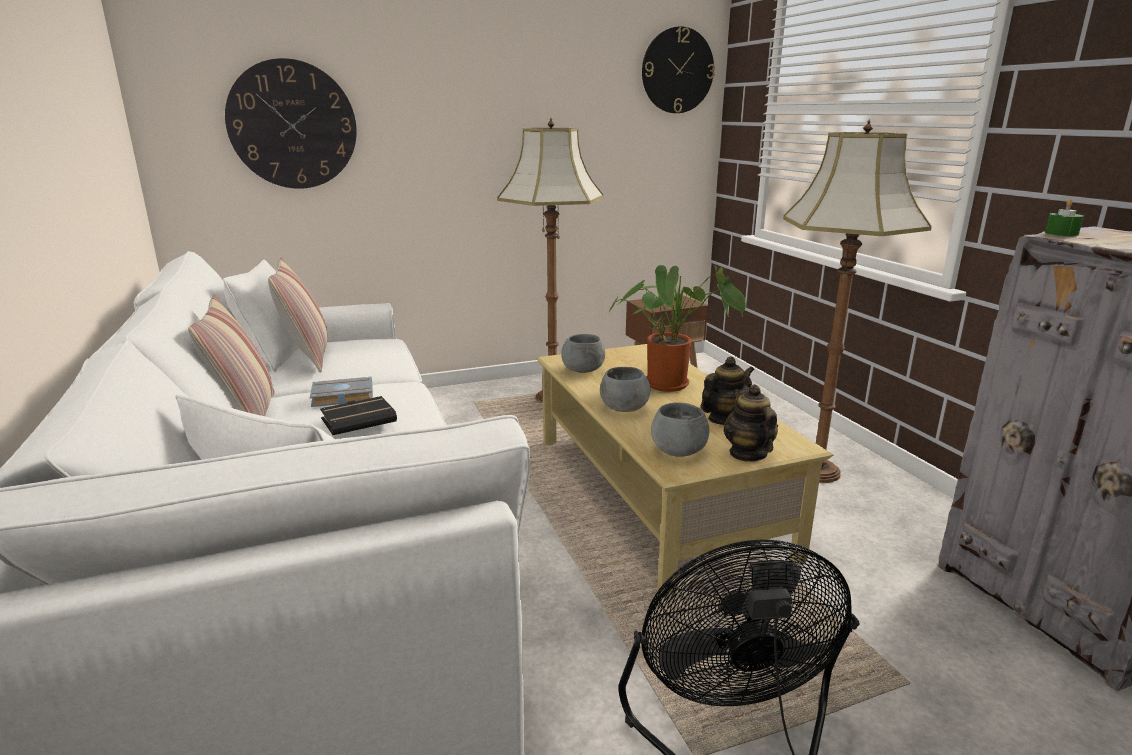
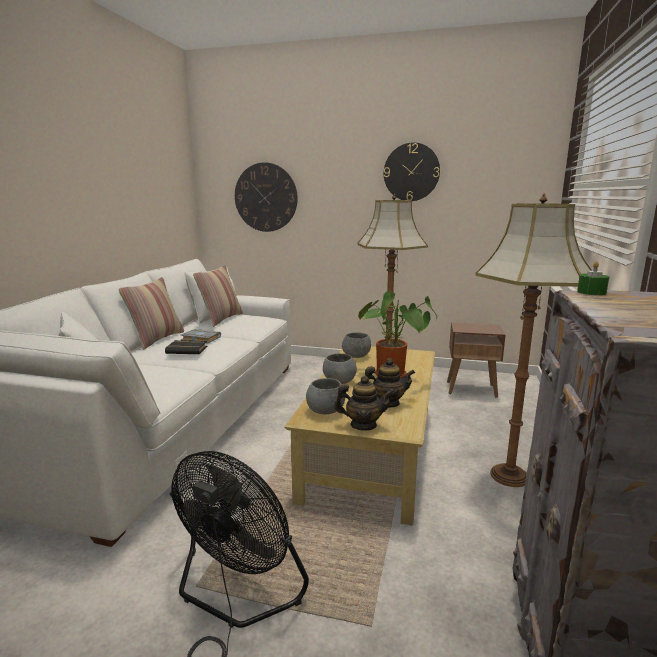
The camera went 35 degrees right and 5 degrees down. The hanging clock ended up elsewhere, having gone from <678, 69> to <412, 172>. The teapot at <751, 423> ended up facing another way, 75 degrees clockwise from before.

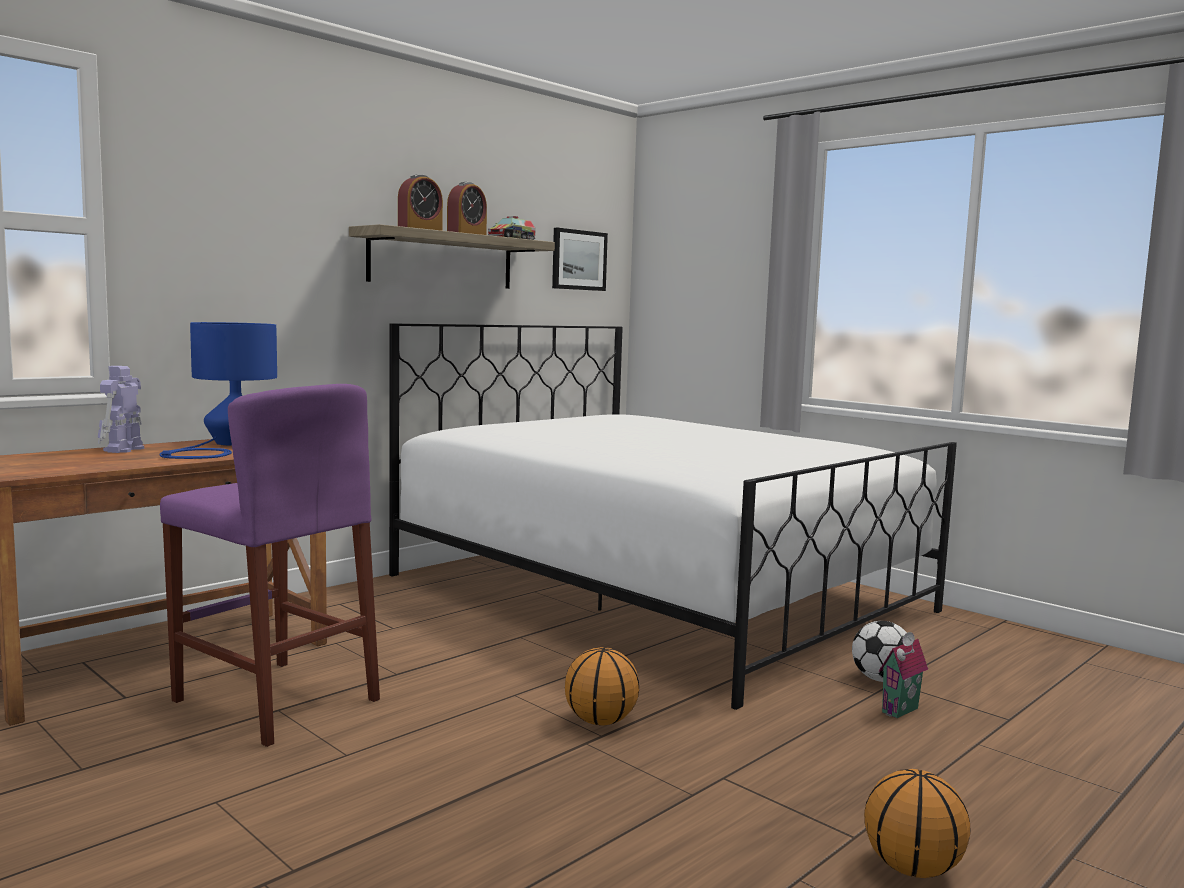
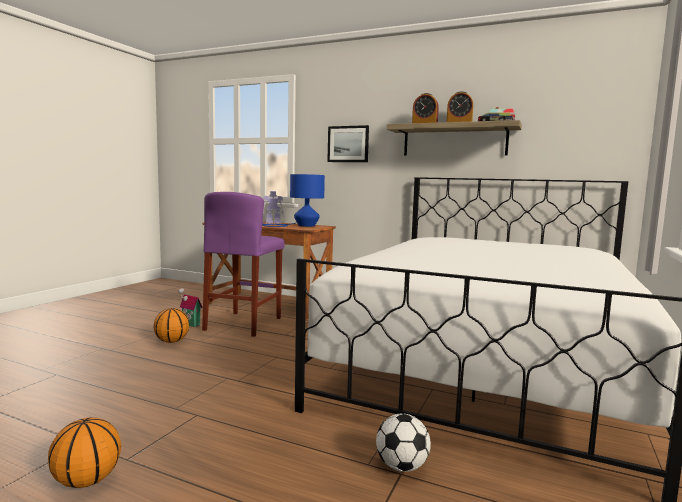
The camera went 70 degrees right and 0 degrees up. The wall art ended up elsewhere, having gone from <580, 259> to <348, 143>. The ball for basketball ended up elsewhere, having gone from <602, 686> to <171, 325>. The miniature house ended up elsewhere, having gone from <903, 675> to <190, 307>.

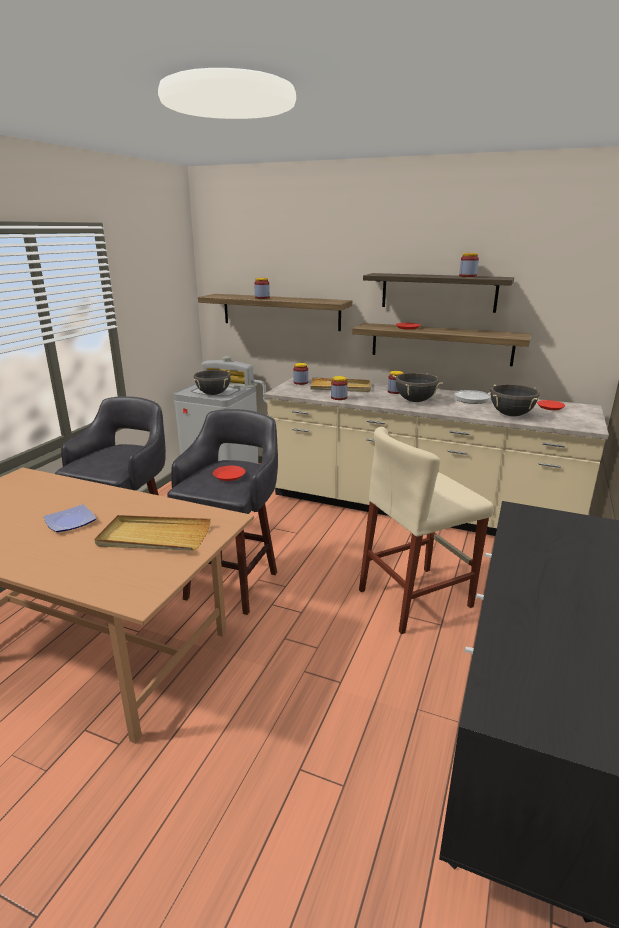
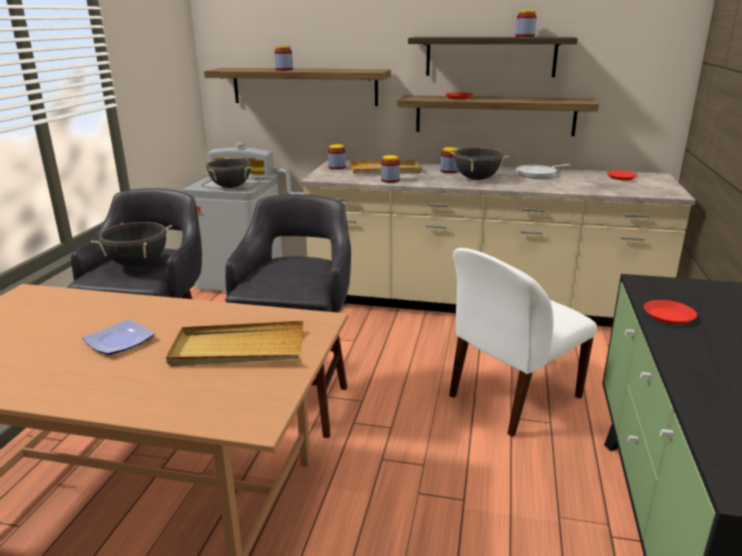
The camera went 10 degrees left and 0 degrees up. The reddish flat dish ended up elsewhere, having gone from <229, 473> to <670, 312>. The blackish stockpot ended up elsewhere, having gone from <515, 400> to <131, 244>. Where the beige-coloured sitting stool stood at <426, 530>, the whitish chair came to stand at <523, 342>.

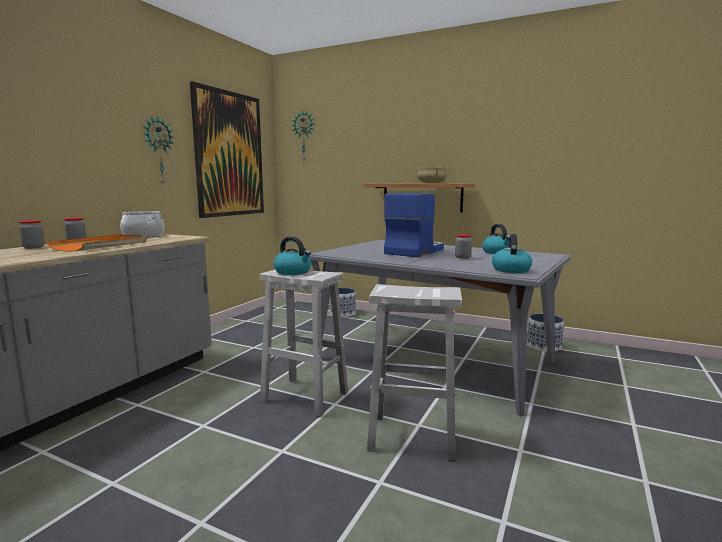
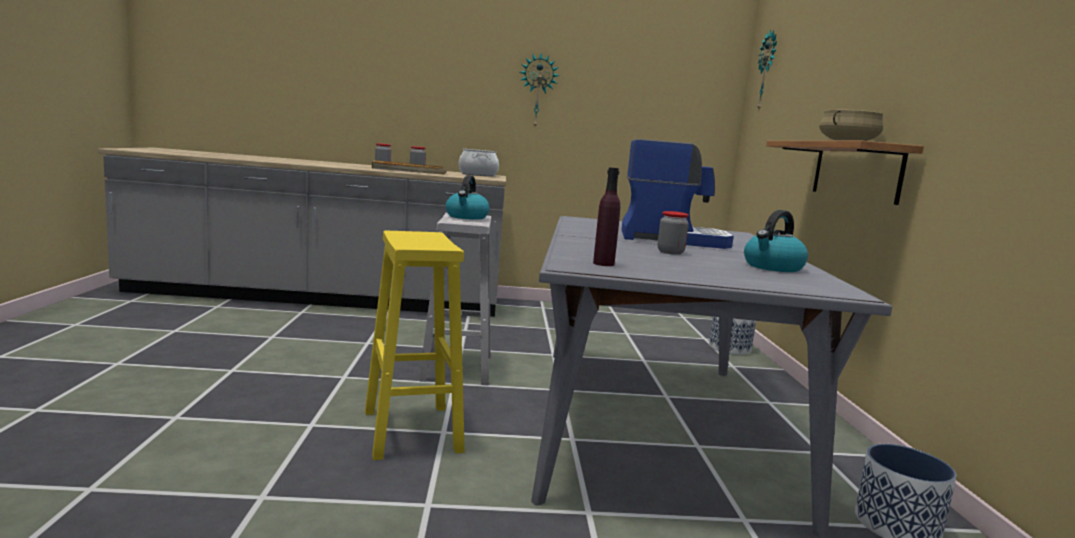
The camera went 60 degrees right and 0 degrees up. The second view lost the wall art at <227, 149>. Where the kettle stood at <512, 253>, the purple-coloured bottle came to stand at <606, 216>. What was the orange-coloured carrying tray at <96, 242> turned into the beige-coloured carrying tray at <409, 167>. What was the whitish sitting stool at <414, 372> turned into the yellow sitting stool at <415, 345>.

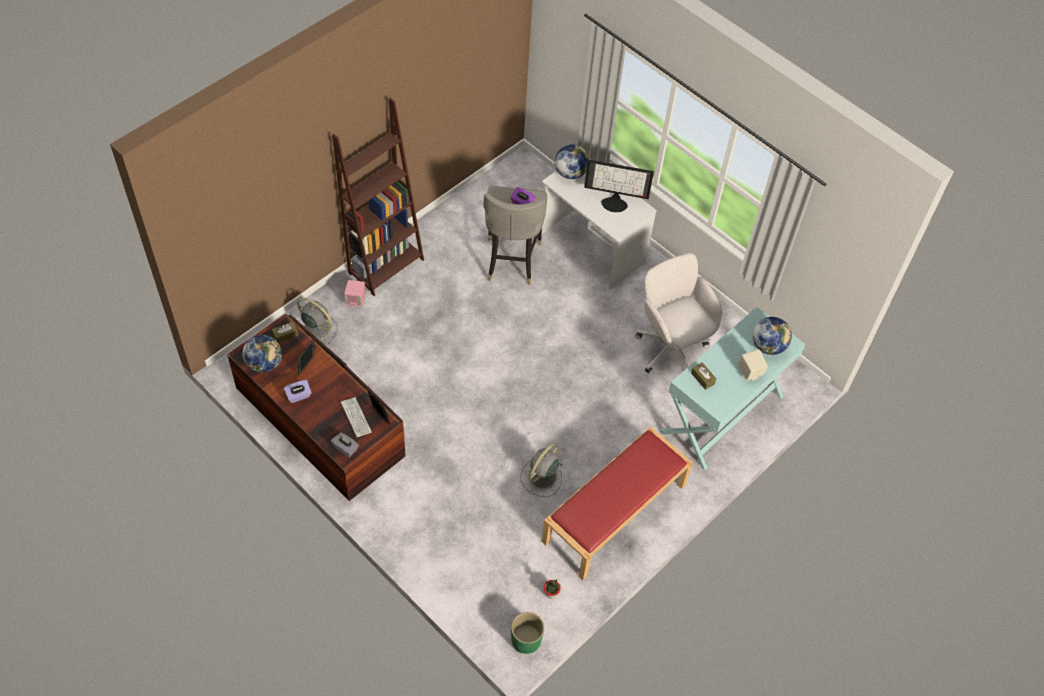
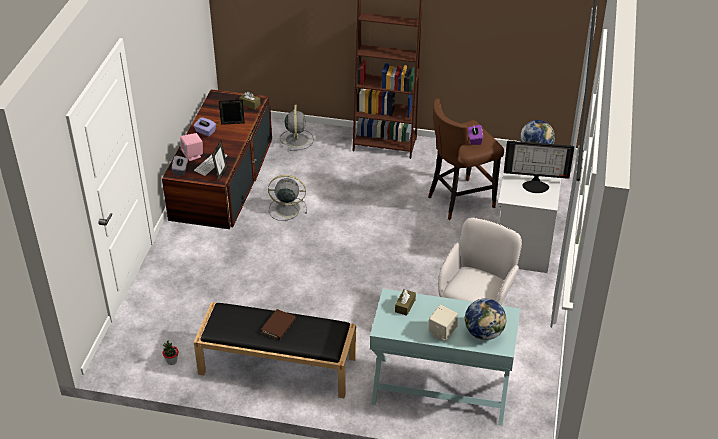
The camera went 60 degrees right and 15 degrees down. The second view lost the desk globe at <262, 354>. The second view lost the green plant pot at <527, 633>. The second view gained the brownish bound book at <278, 324>. The pink-coloured audio speaker ended up elsewhere, having gone from <355, 293> to <191, 147>. The grey electric fan ended up elsewhere, having gone from <541, 470> to <287, 198>. What was the grey sitting stool at <515, 235> turned into the brownish sitting stool at <466, 159>. What was the reddish bench at <617, 503> turned into the blackish bench at <275, 350>. The computer display at <619, 185> ended up facing another way, 60 degrees counterclockwise from before.

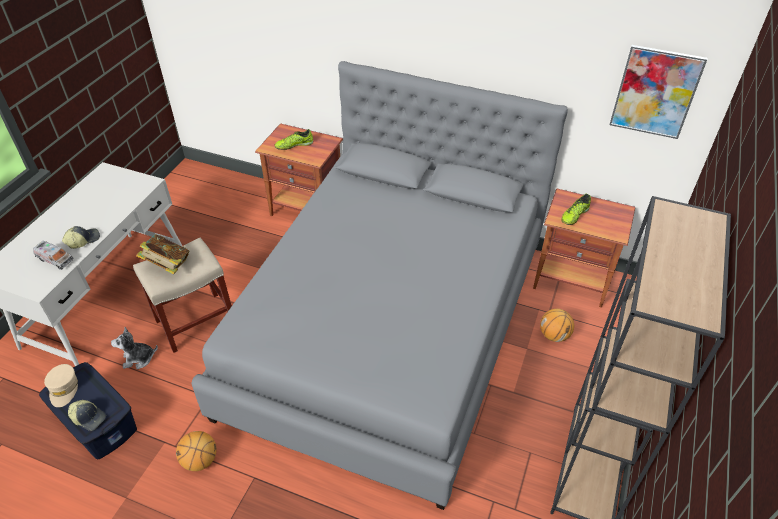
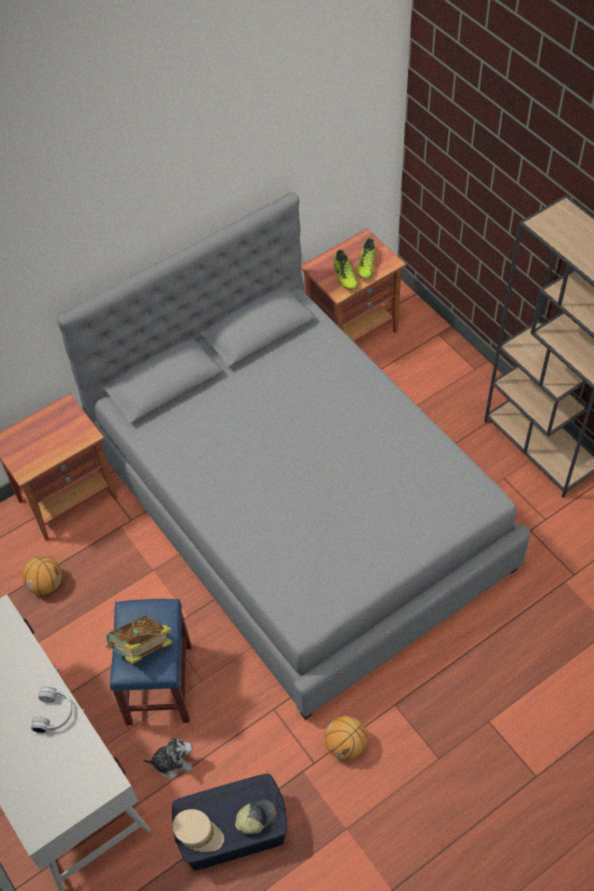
The camera went 55 degrees left and 10 degrees up. The second view lost the toy truck at <53, 255>. The second view lost the wall art at <658, 92>. The shoe ended up elsewhere, having gone from <293, 139> to <366, 258>. The ball for basketball ended up elsewhere, having gone from <557, 325> to <42, 575>. Where the baseball cap stood at <81, 237>, the whitish headphones came to stand at <51, 709>. What was the beige-coloured sitting stool at <182, 295> turned into the blue sitting stool at <150, 662>. The plush toy at <134, 348> ended up facing another way, 120 degrees counterclockwise from before.

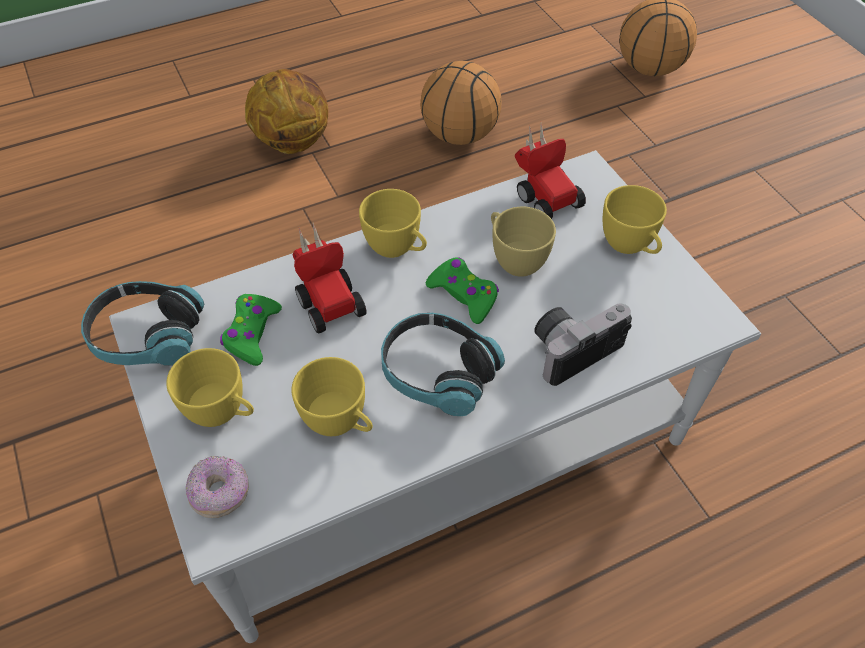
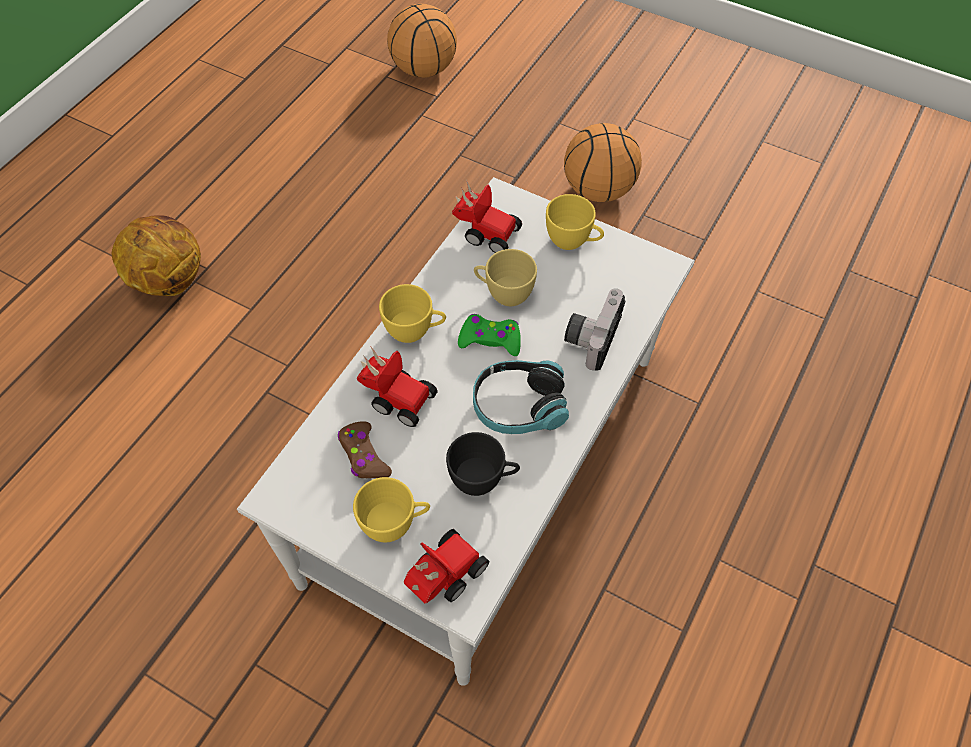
The camera went 35 degrees left and 5 degrees up. The second view lost the headphones at <142, 323>. The ball for basketball ended up elsewhere, having gone from <460, 103> to <603, 162>. Where the doughnut stood at <217, 487>, the miniature car came to stand at <446, 566>. What was the green gamepad at <251, 330> turned into the brownish gamepad at <365, 449>. What was the yellow drinking cup at <332, 396> turned into the blackish drinking cup at <483, 464>.

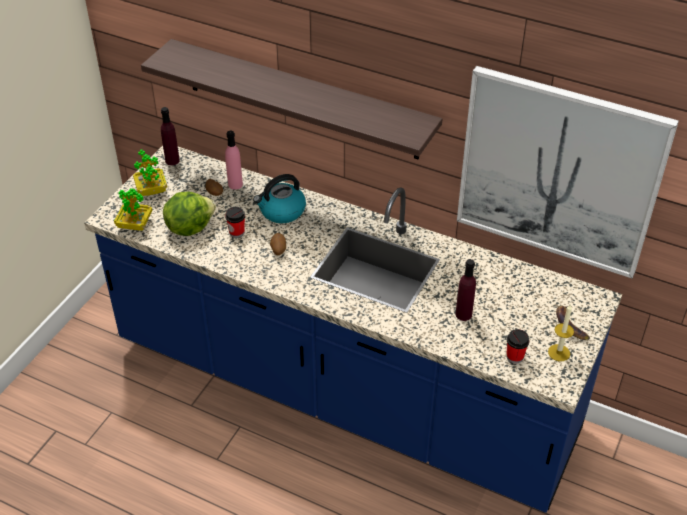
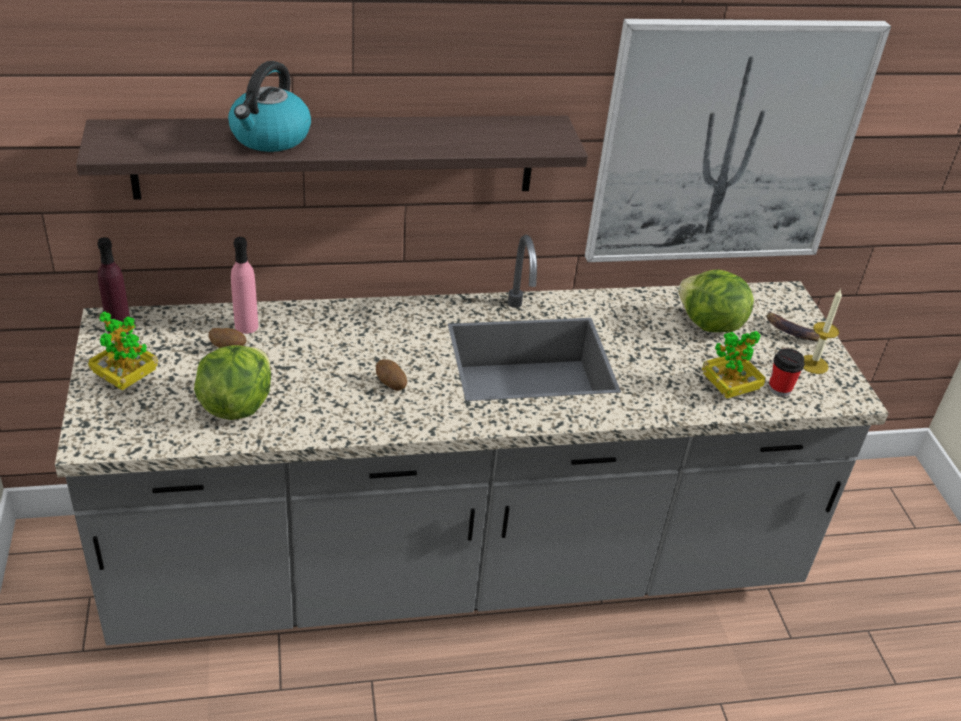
The camera went 40 degrees left and 5 degrees down. The second view lost the drinking cup at <235, 222>. The second view lost the purple-coloured bottle at <466, 290>. The second view gained the head of lettuce at <716, 301>. The plant in a pot ended up elsewhere, having gone from <133, 209> to <734, 364>. The kettle ended up elsewhere, having gone from <279, 198> to <269, 106>. What was the blue kitchen base unit at <353, 329> turned into the grey kitchen base unit at <472, 440>.

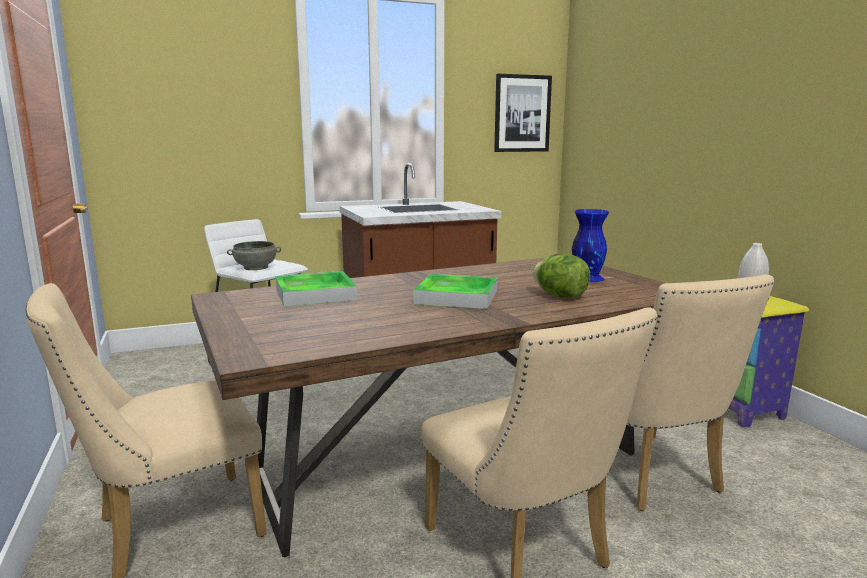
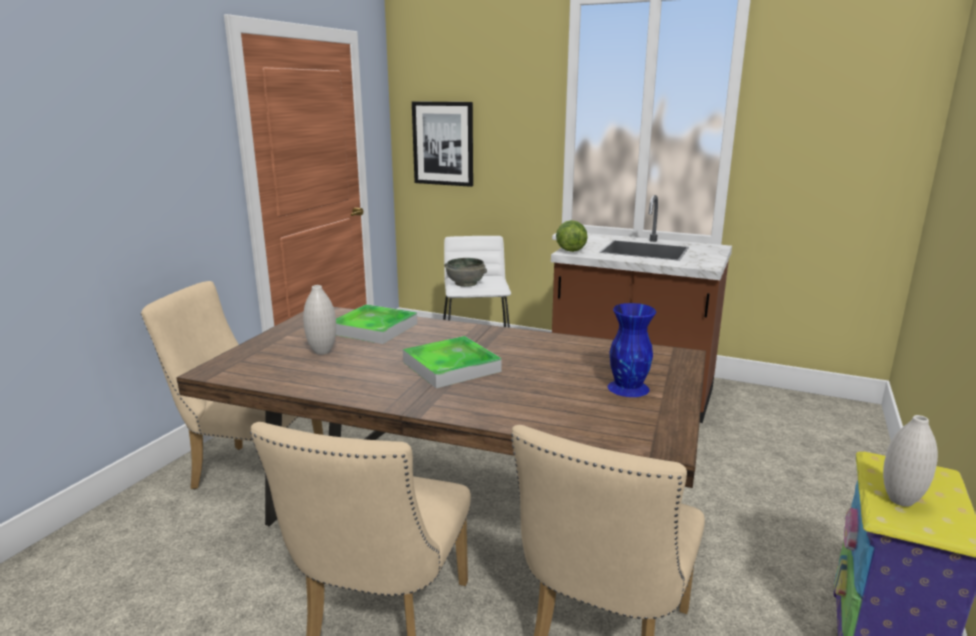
The camera went 45 degrees right and 5 degrees up. The second view gained the whitish flower vase at <319, 320>. The wall art ended up elsewhere, having gone from <523, 113> to <442, 144>. The head of lettuce ended up elsewhere, having gone from <561, 276> to <572, 236>.

